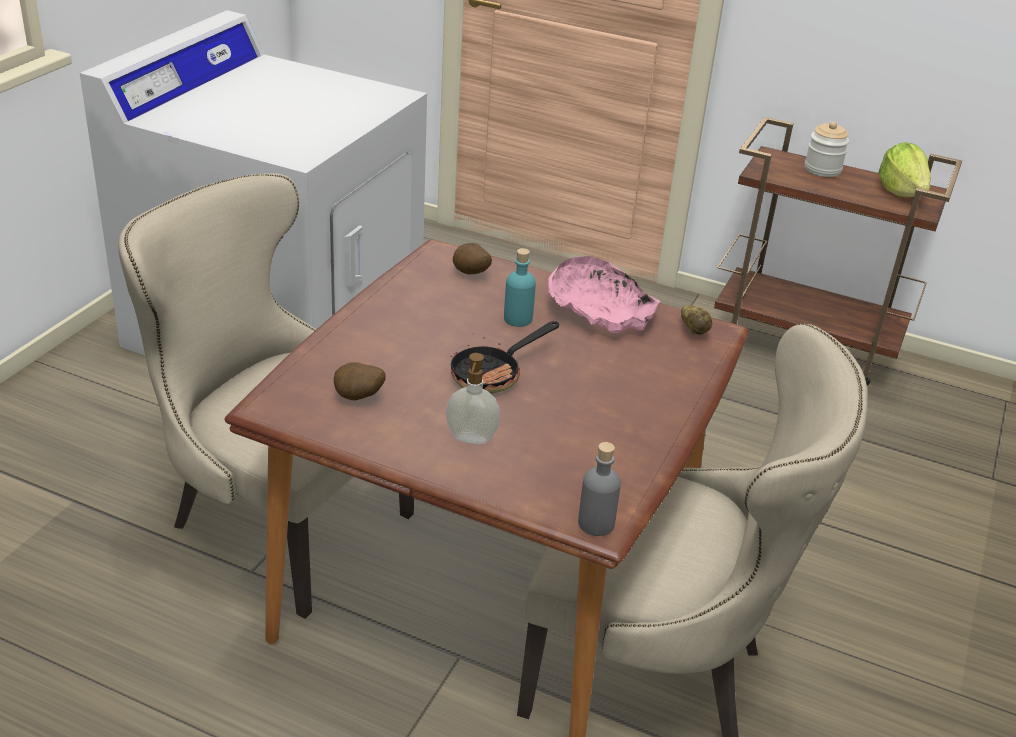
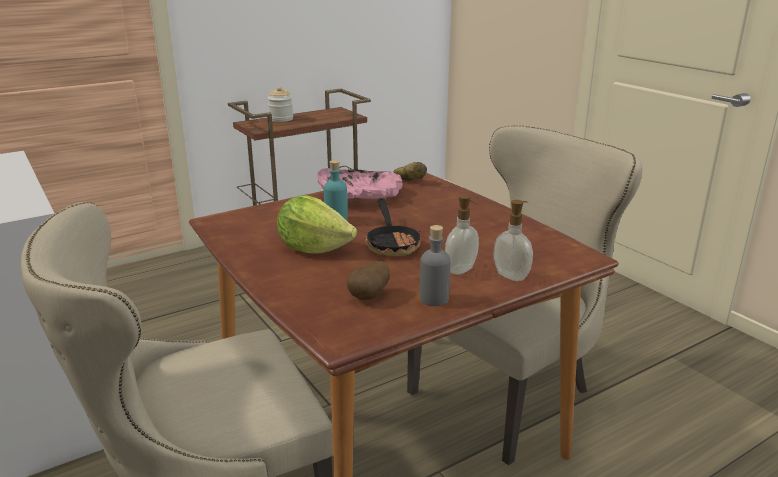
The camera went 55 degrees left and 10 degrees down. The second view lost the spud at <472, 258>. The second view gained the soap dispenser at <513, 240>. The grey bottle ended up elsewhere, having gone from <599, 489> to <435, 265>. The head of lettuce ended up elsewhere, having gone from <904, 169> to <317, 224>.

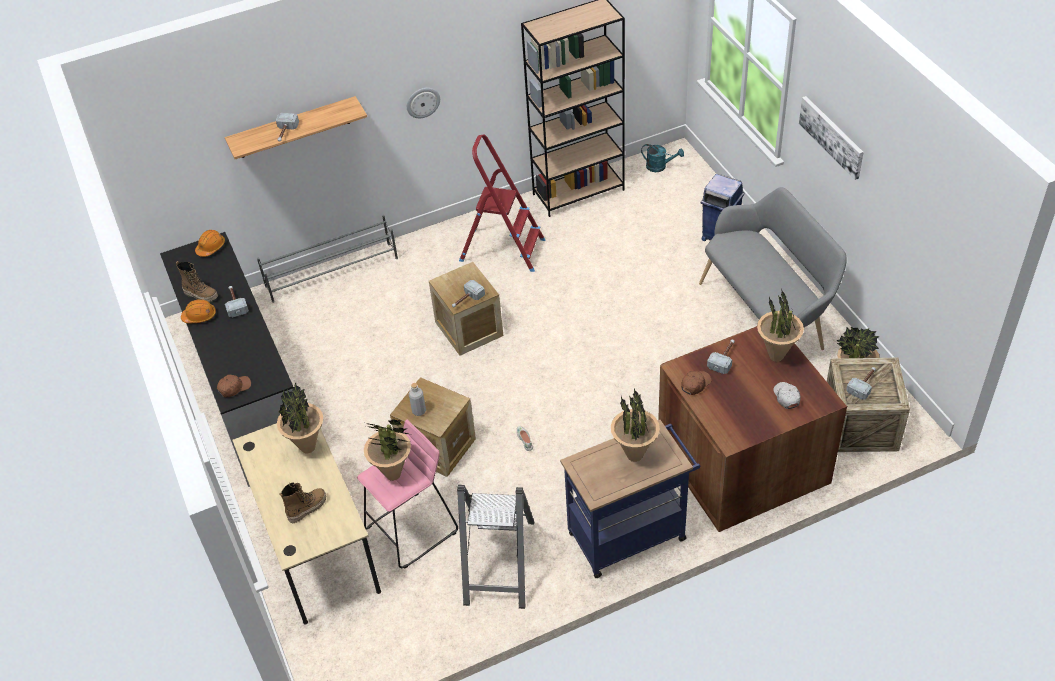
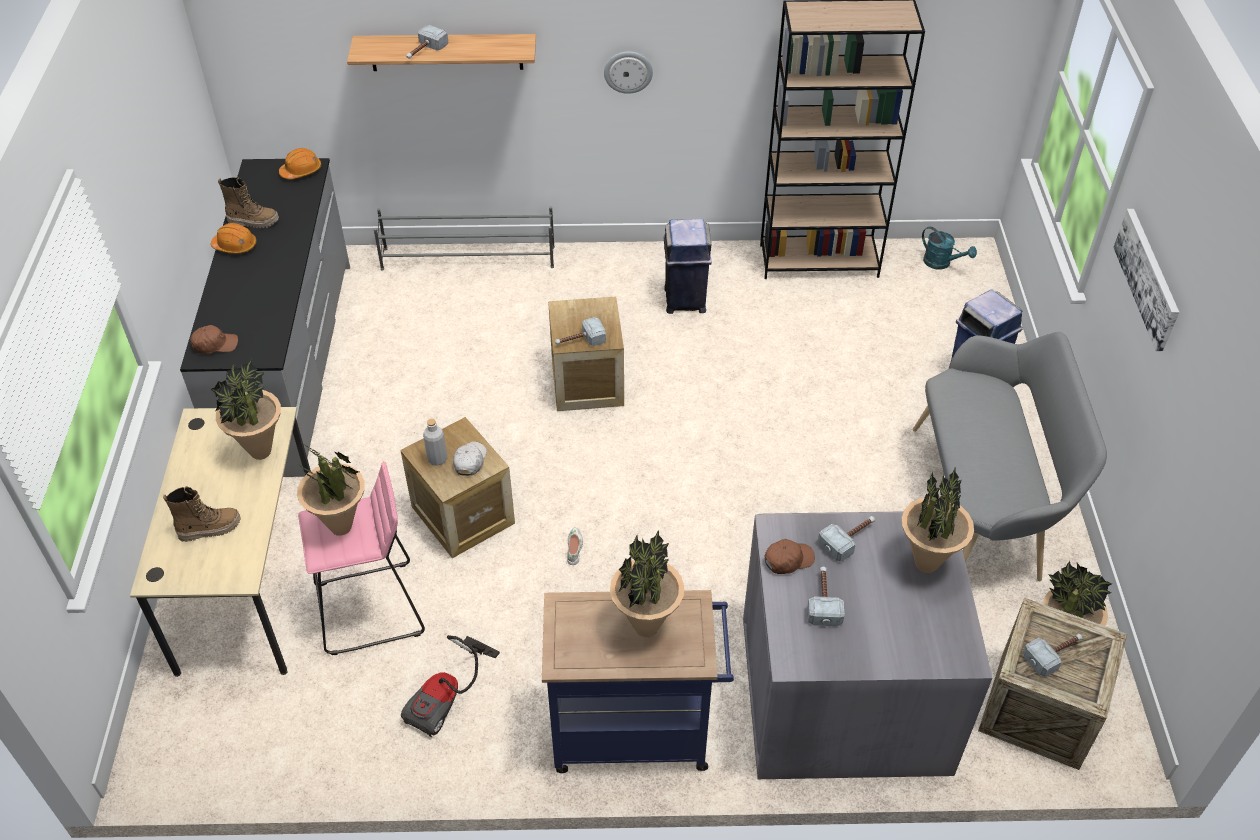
The camera went 20 degrees right and 0 degrees up. The tool hammer ended up elsewhere, having gone from <237, 302> to <825, 596>. The whitish baseball cap ended up elsewhere, having gone from <787, 395> to <470, 459>. Where the grey stepladder stood at <496, 547>, the hoover came to stand at <450, 686>. Where the reddish stepladder stood at <502, 203>, the blue waste bin came to stand at <688, 266>. What was the brownish dresser at <752, 429> turned into the grey dresser at <867, 645>. The boot at <197, 281> ended up facing another way, 45 degrees counterclockwise from before.

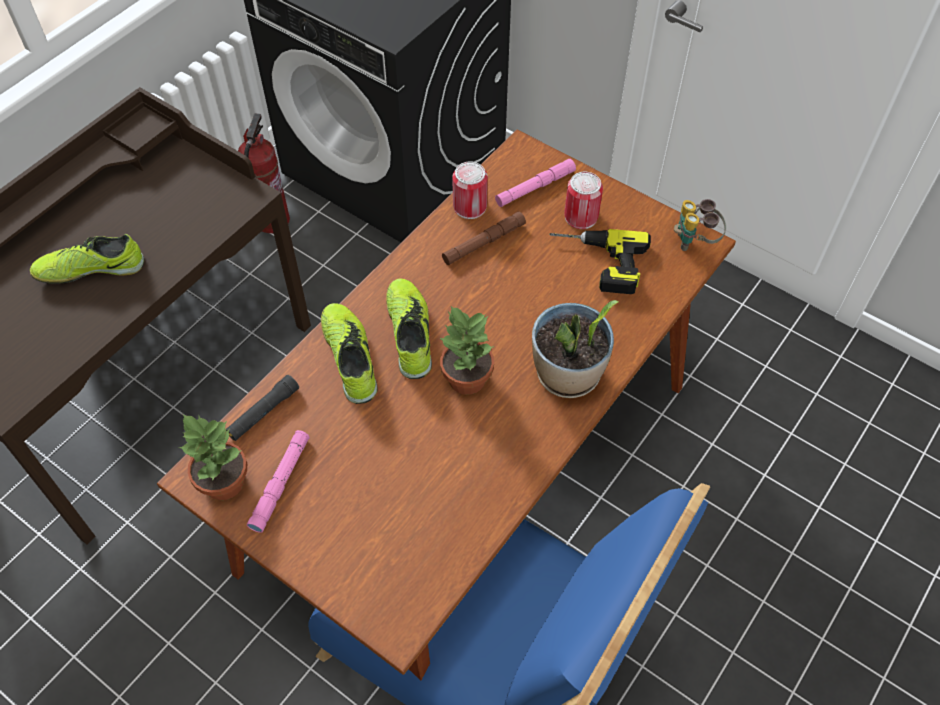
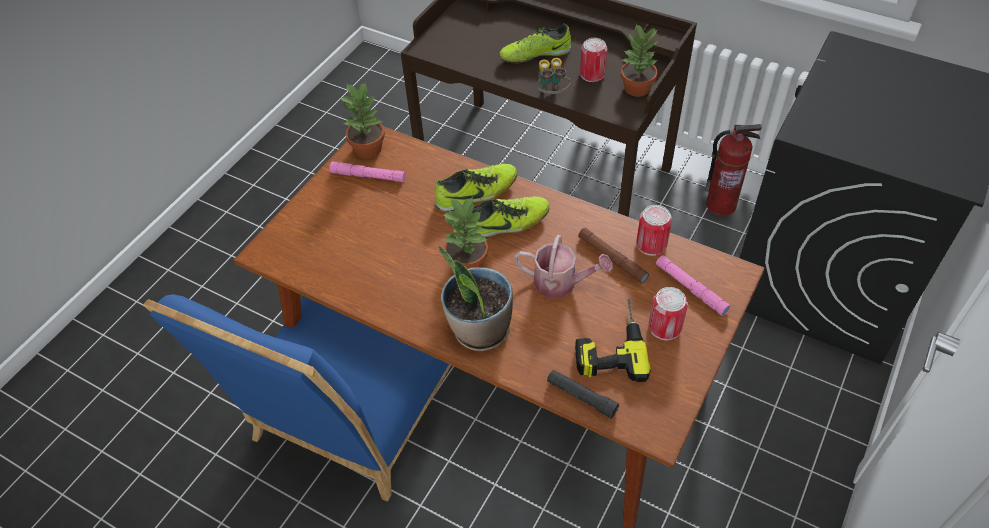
The camera went 85 degrees right and 5 degrees down. The second view gained the watering can at <563, 267>. The second view gained the can at <593, 60>. The second view gained the plant in a pot at <639, 60>. The blackish flashlight ended up elsewhere, having gone from <262, 408> to <583, 394>. The binoculars ended up elsewhere, having gone from <700, 225> to <553, 76>. The shoe at <87, 259> ended up facing another way, 90 degrees counterclockwise from before.

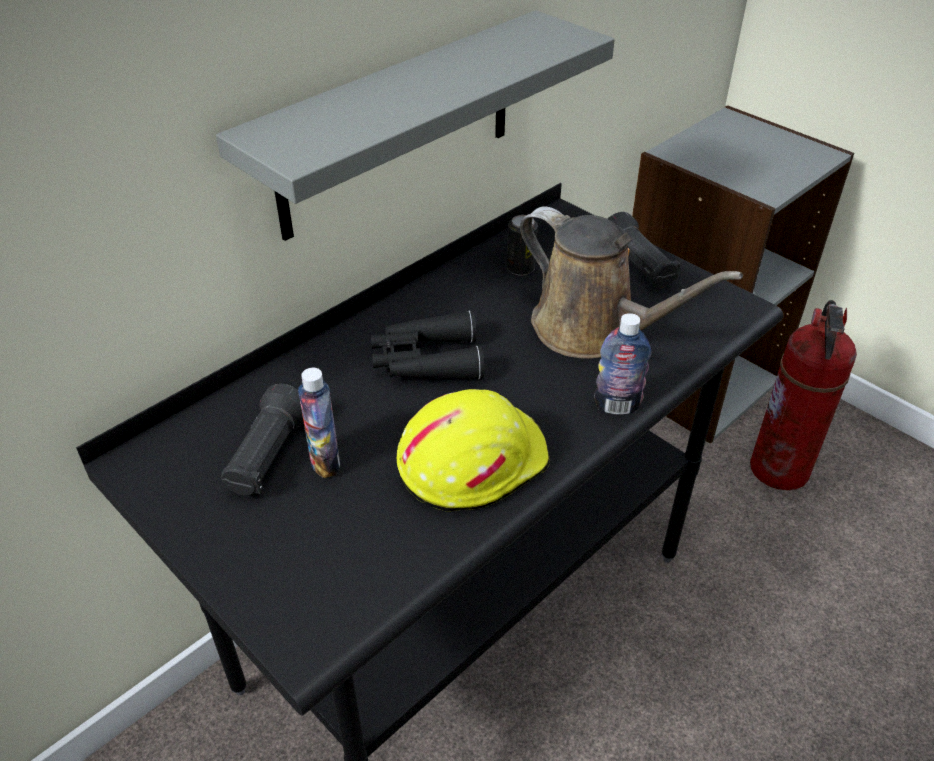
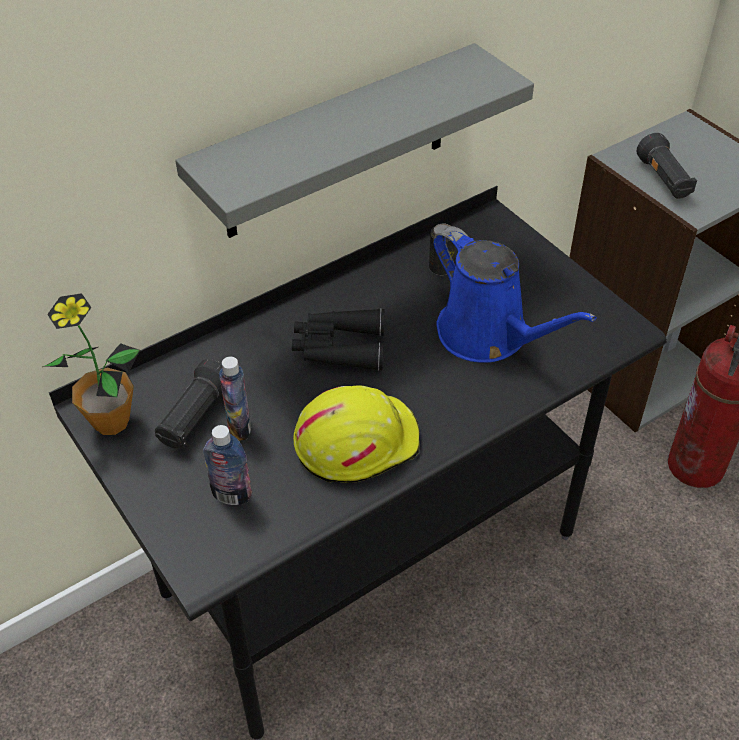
The camera went 10 degrees right and 5 degrees up. The second view gained the plant in a pot at <91, 364>. The bottle ended up elsewhere, having gone from <622, 364> to <227, 465>. The blackish flashlight ended up elsewhere, having gone from <644, 250> to <667, 166>. What was the brownish watering can at <631, 283> turned into the blue watering can at <515, 294>.

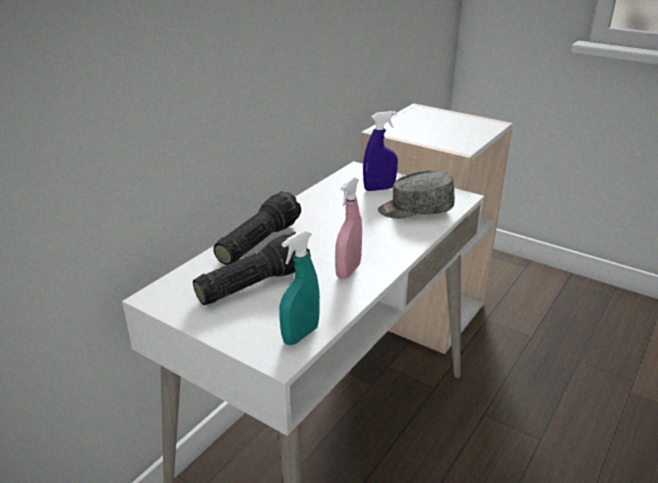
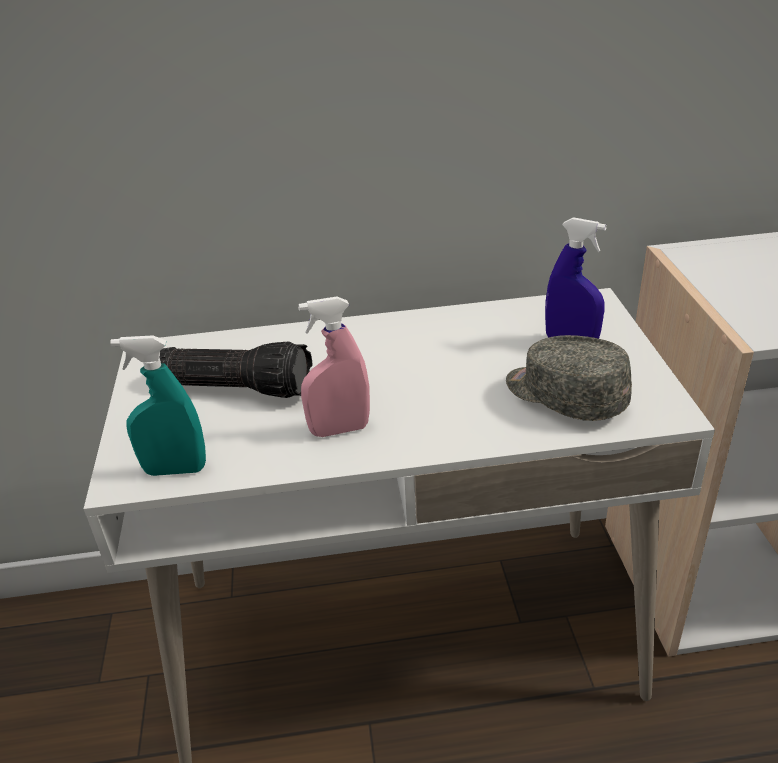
The camera went 50 degrees right and 5 degrees up. The second view lost the flashlight at <257, 228>.

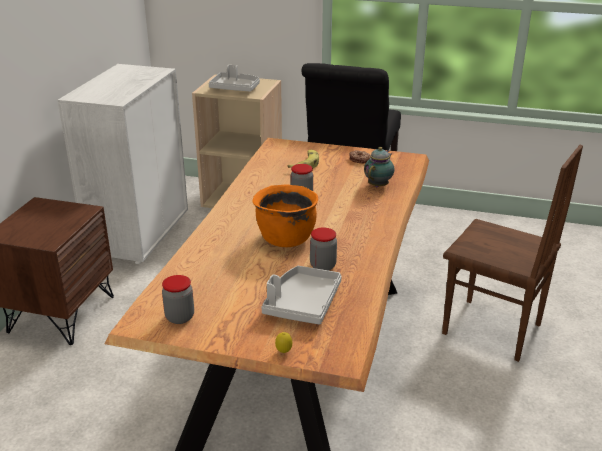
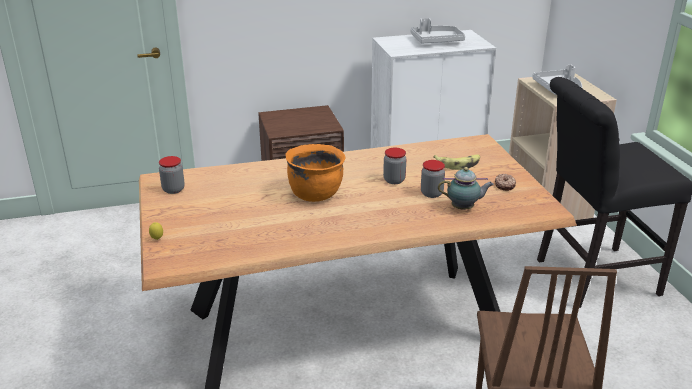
The camera went 60 degrees right and 0 degrees up. The grey carrying tray ended up elsewhere, having gone from <301, 295> to <438, 30>. The jar ended up elsewhere, having gone from <323, 249> to <433, 179>.

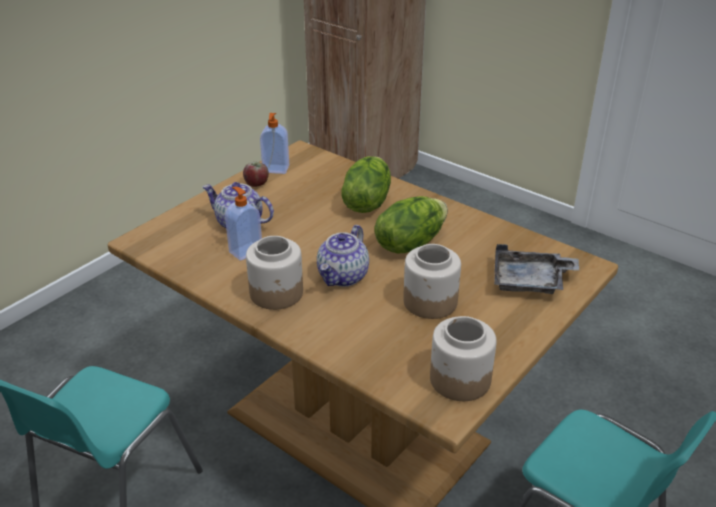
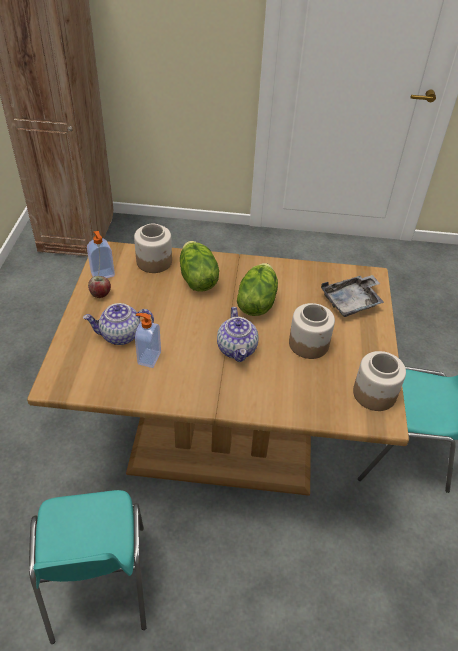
The camera went 35 degrees left and 10 degrees up. The jar ended up elsewhere, having gone from <274, 273> to <153, 248>.

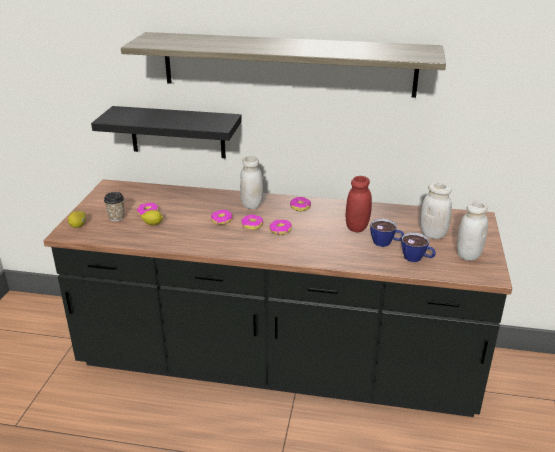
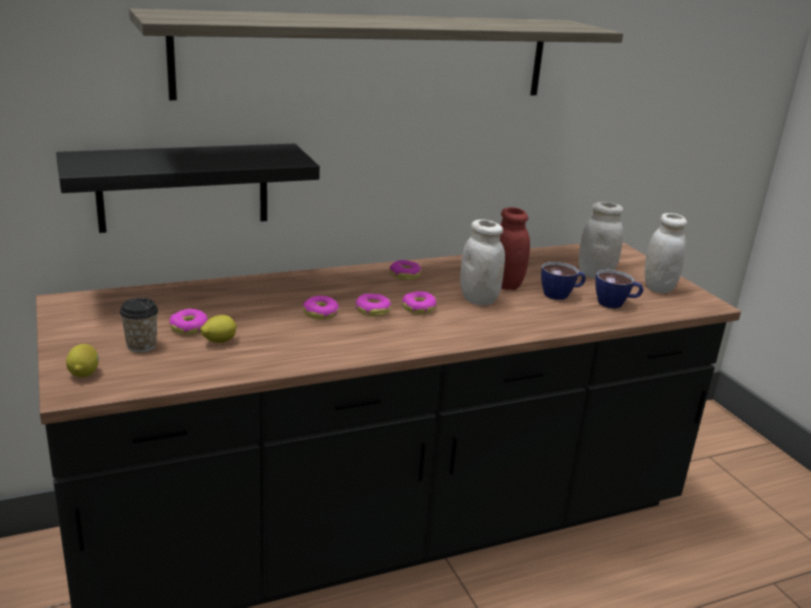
The camera went 35 degrees left and 5 degrees down. The whitish jar ended up elsewhere, having gone from <251, 182> to <482, 262>.

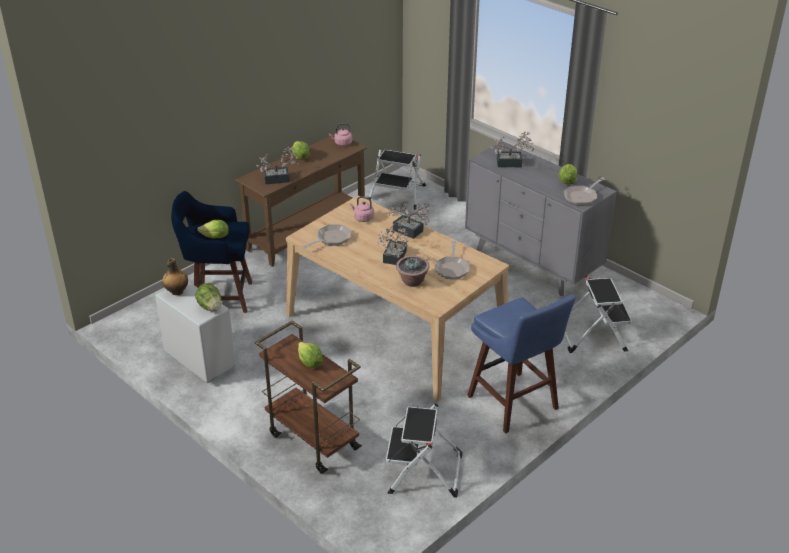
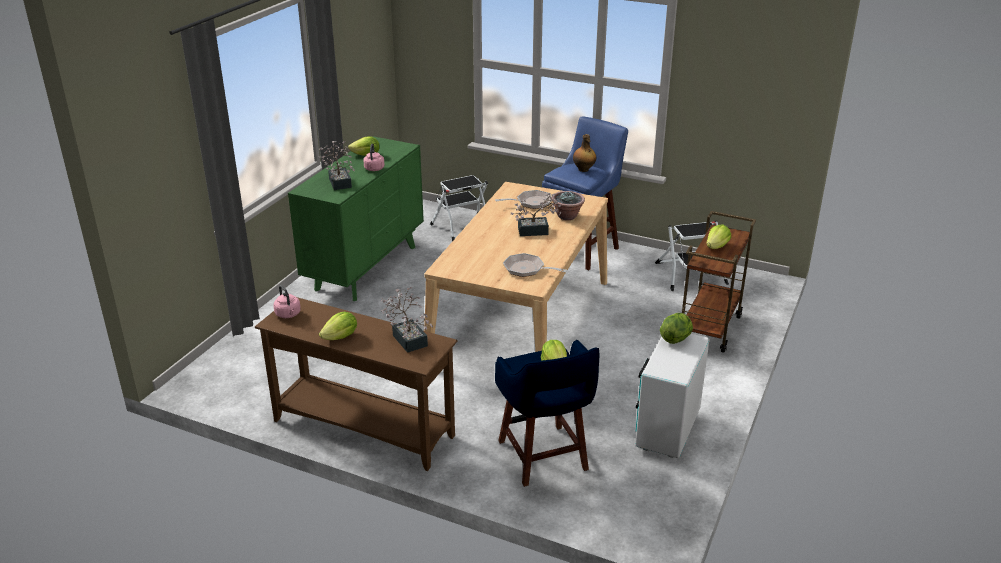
The camera went 110 degrees left and 5 degrees down. The second view lost the stepladder at <397, 179>. The second view lost the plant in a pot at <410, 220>. The second view lost the pan at <584, 191>. The bottle ended up elsewhere, having gone from <175, 276> to <584, 153>. The pink-coloured kettle ended up elsewhere, having gone from <362, 209> to <374, 157>. What was the grey dresser at <541, 218> turned into the green dresser at <356, 218>.

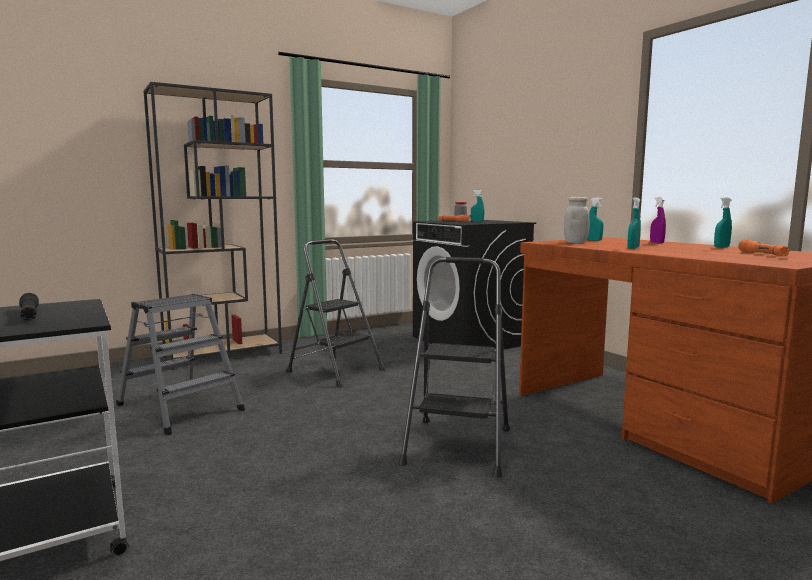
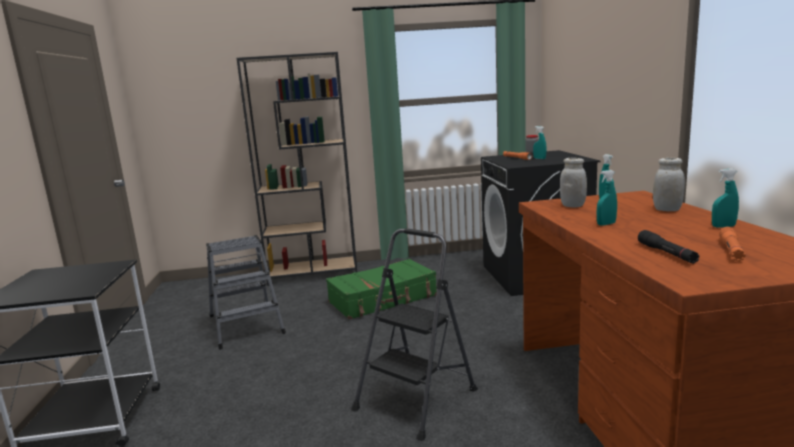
The camera went 25 degrees right and 5 degrees up. The blackish flashlight ended up elsewhere, having gone from <29, 307> to <669, 247>. Where the blackish stepladder stood at <336, 313>, the green piece of luggage came to stand at <381, 289>. Where the purple-coloured sprayer stood at <658, 221>, the whitish jar came to stand at <669, 184>.

